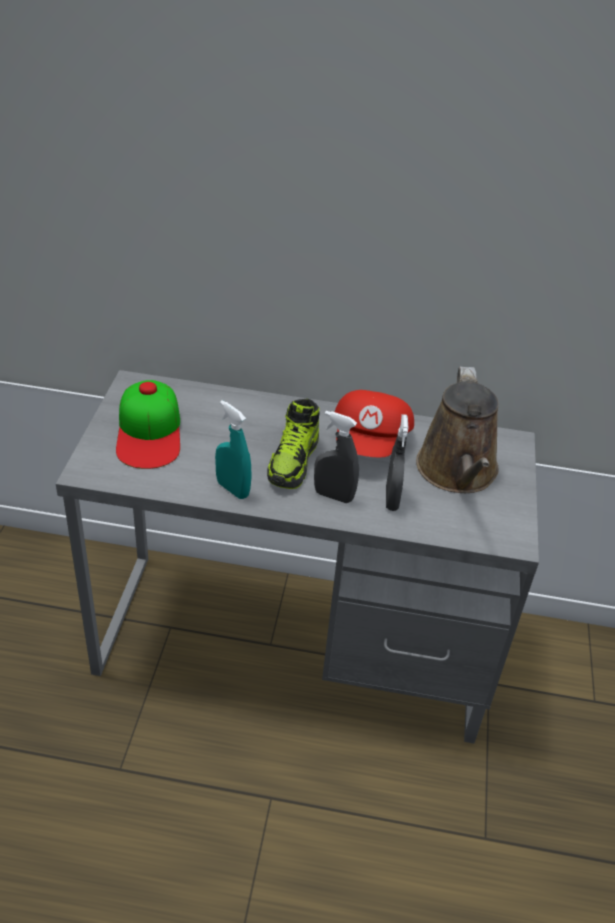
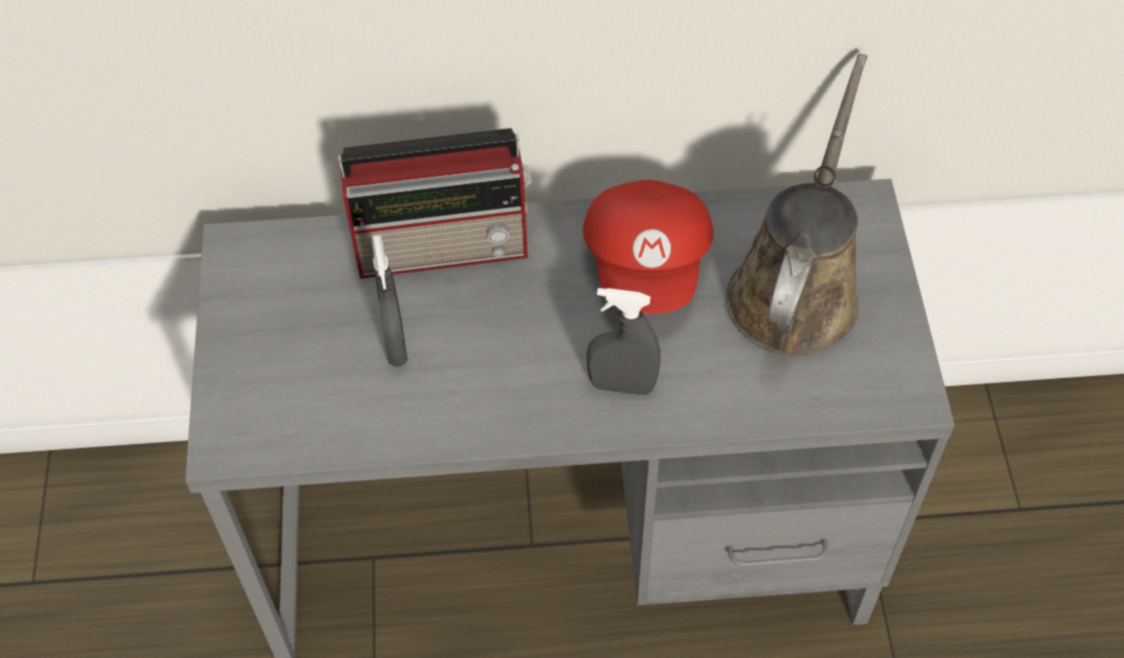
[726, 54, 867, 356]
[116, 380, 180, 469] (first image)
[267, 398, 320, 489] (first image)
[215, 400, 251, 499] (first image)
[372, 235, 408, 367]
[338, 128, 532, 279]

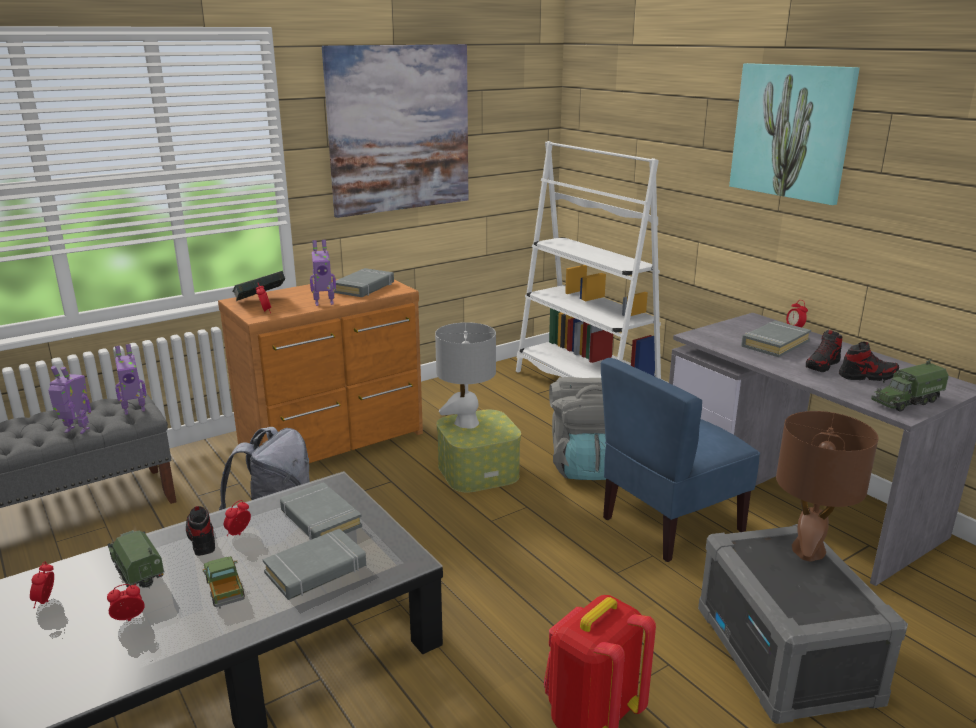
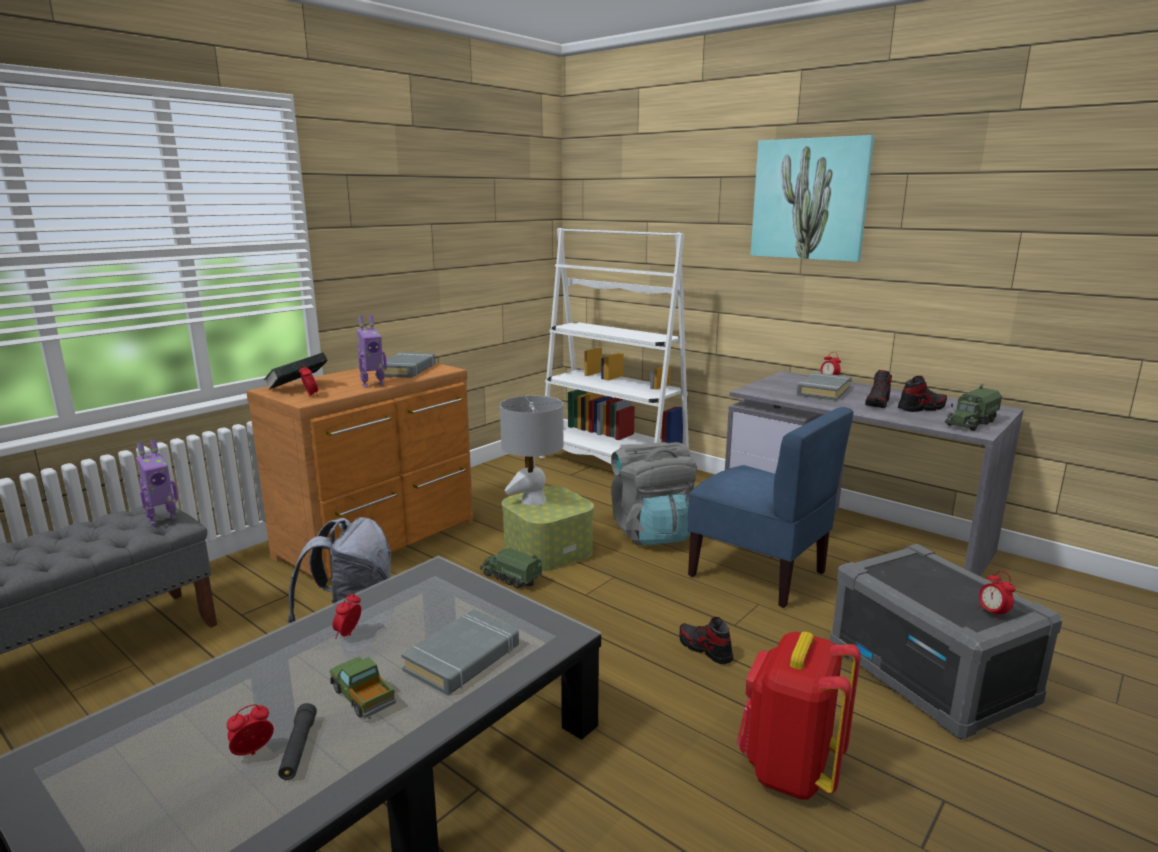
[322, 44, 468, 218] (first image)
[688, 407, 854, 608]
[48, 366, 91, 434] (first image)
[776, 411, 878, 561] (first image)
[280, 482, 362, 540] (first image)
[680, 617, 733, 664]
[480, 548, 542, 589]
[978, 571, 1015, 619]
[278, 703, 317, 780]

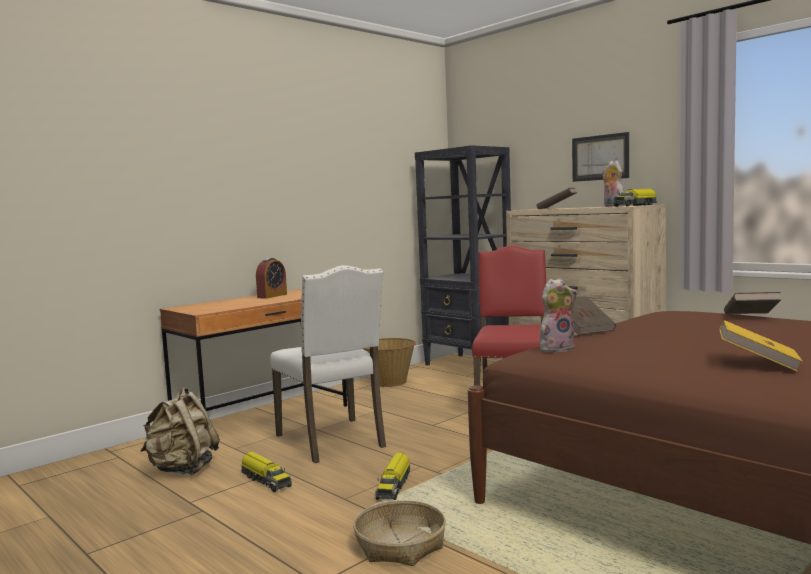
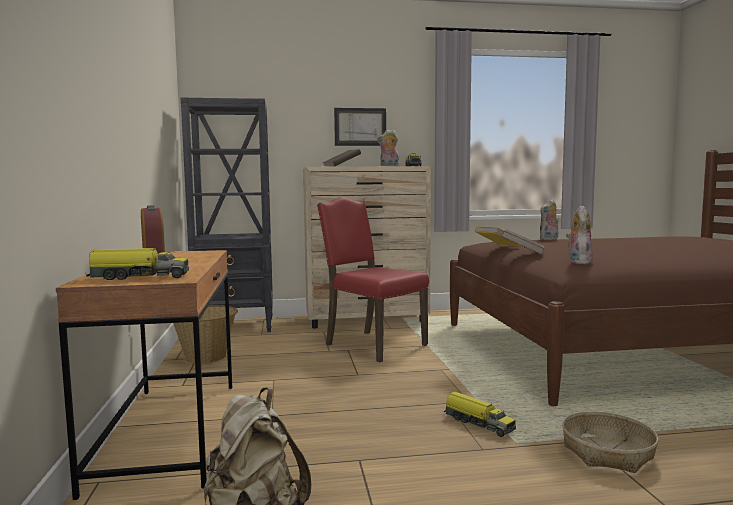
[270, 265, 386, 463] (first image)
[540, 199, 559, 240]
[475, 226, 521, 247]
[86, 248, 189, 280]

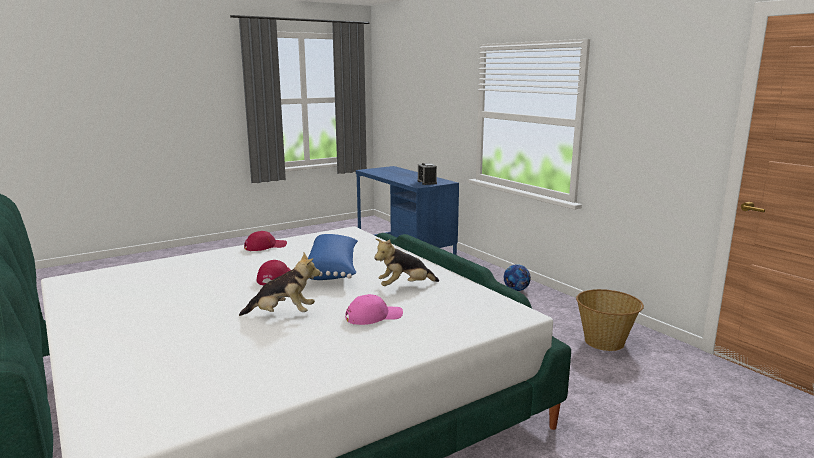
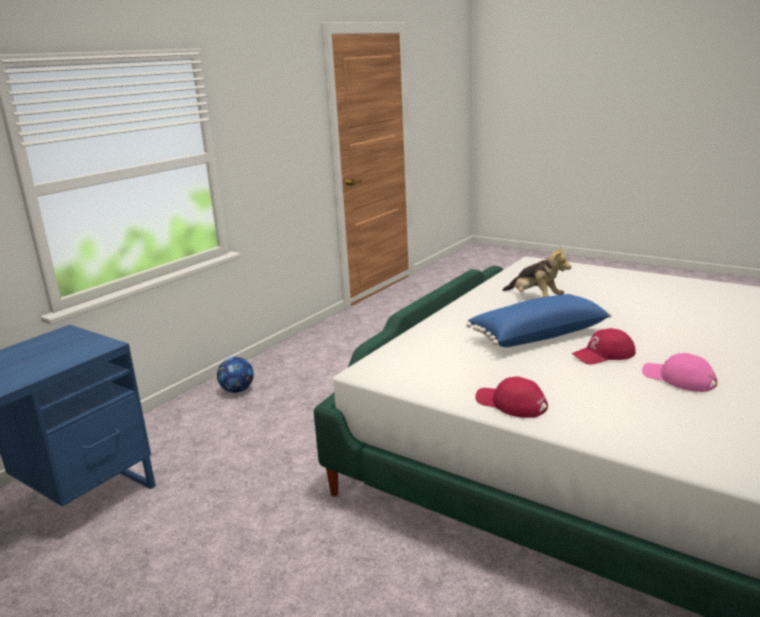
[417, 163, 437, 185] (first image)
[239, 253, 321, 316] (first image)
[576, 289, 644, 351] (first image)
[642, 353, 717, 392]

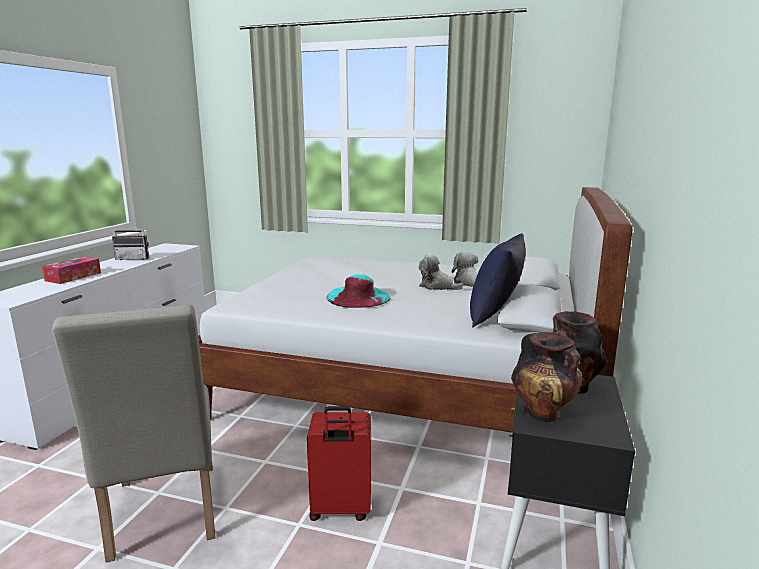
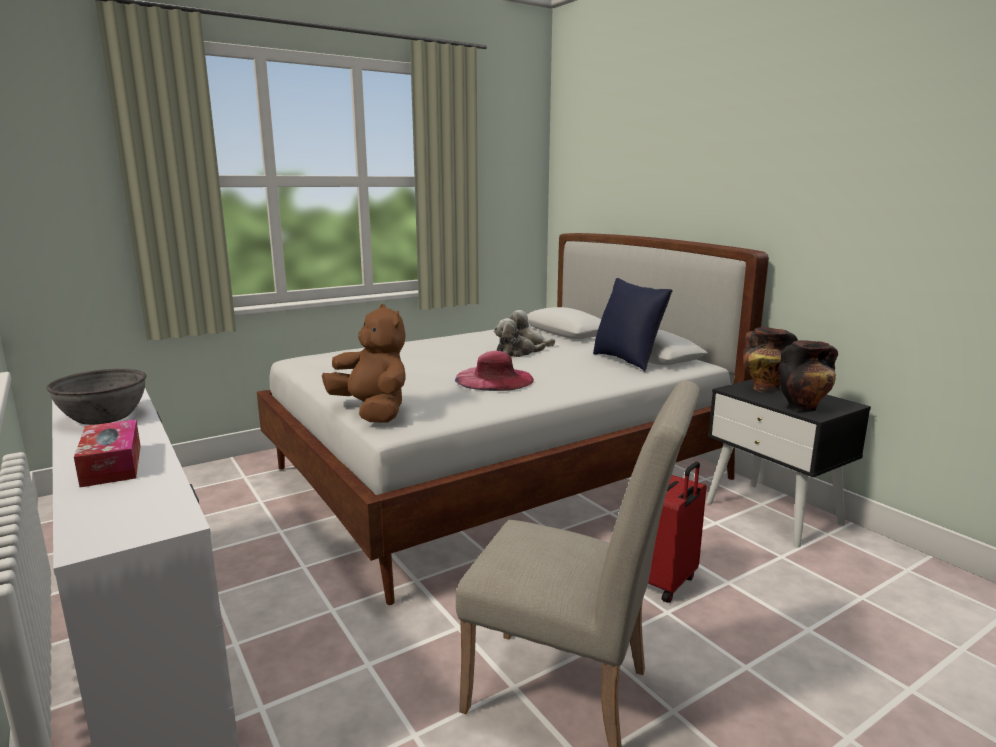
[46, 369, 146, 425]
[455, 351, 534, 391]
[322, 304, 406, 423]

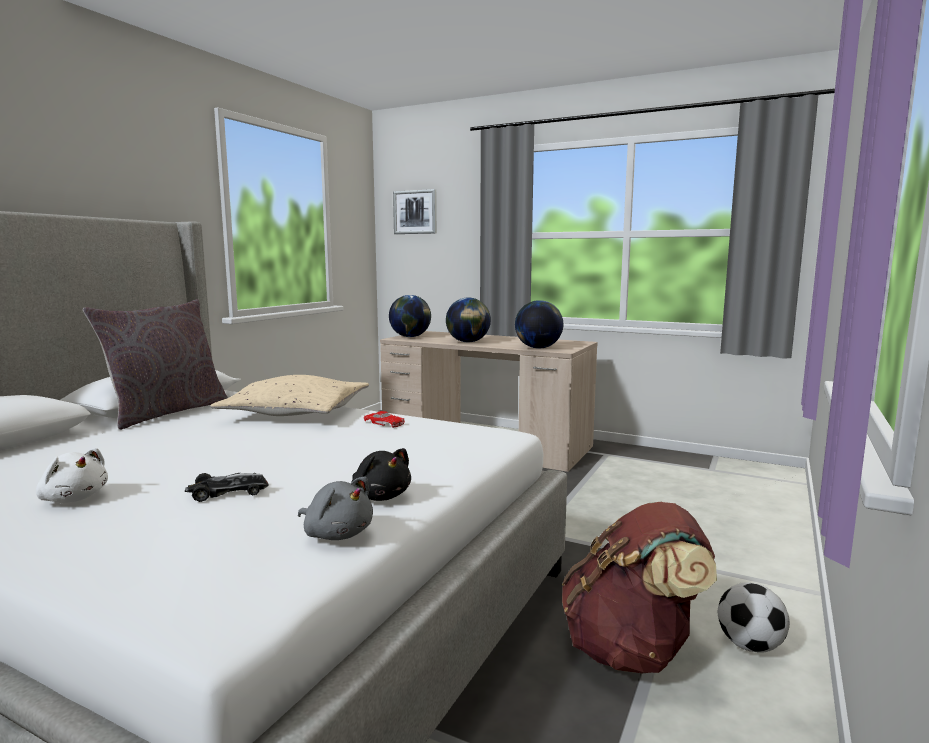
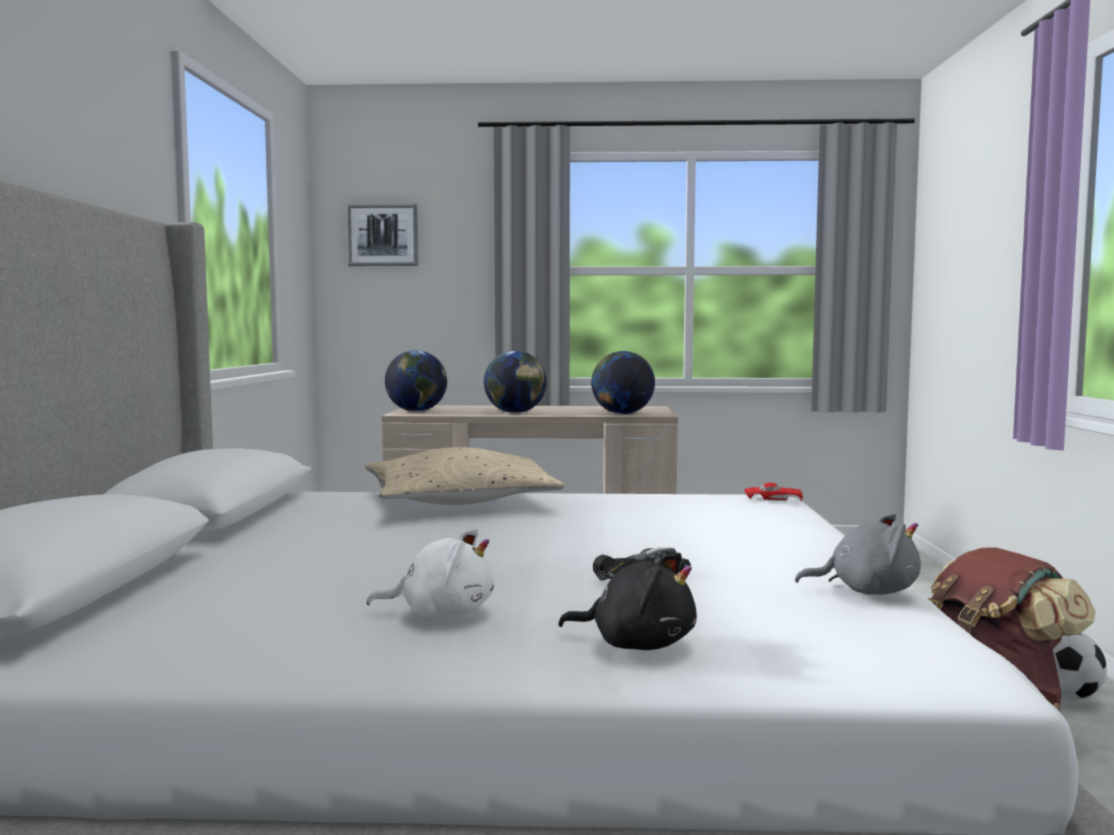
[83, 299, 228, 430] (first image)
[744, 483, 804, 501]
[558, 553, 697, 650]

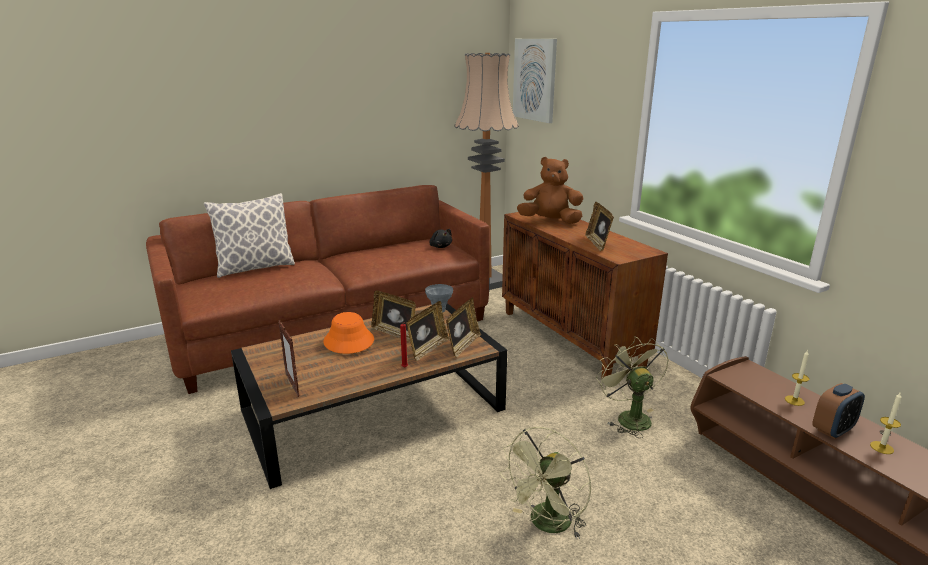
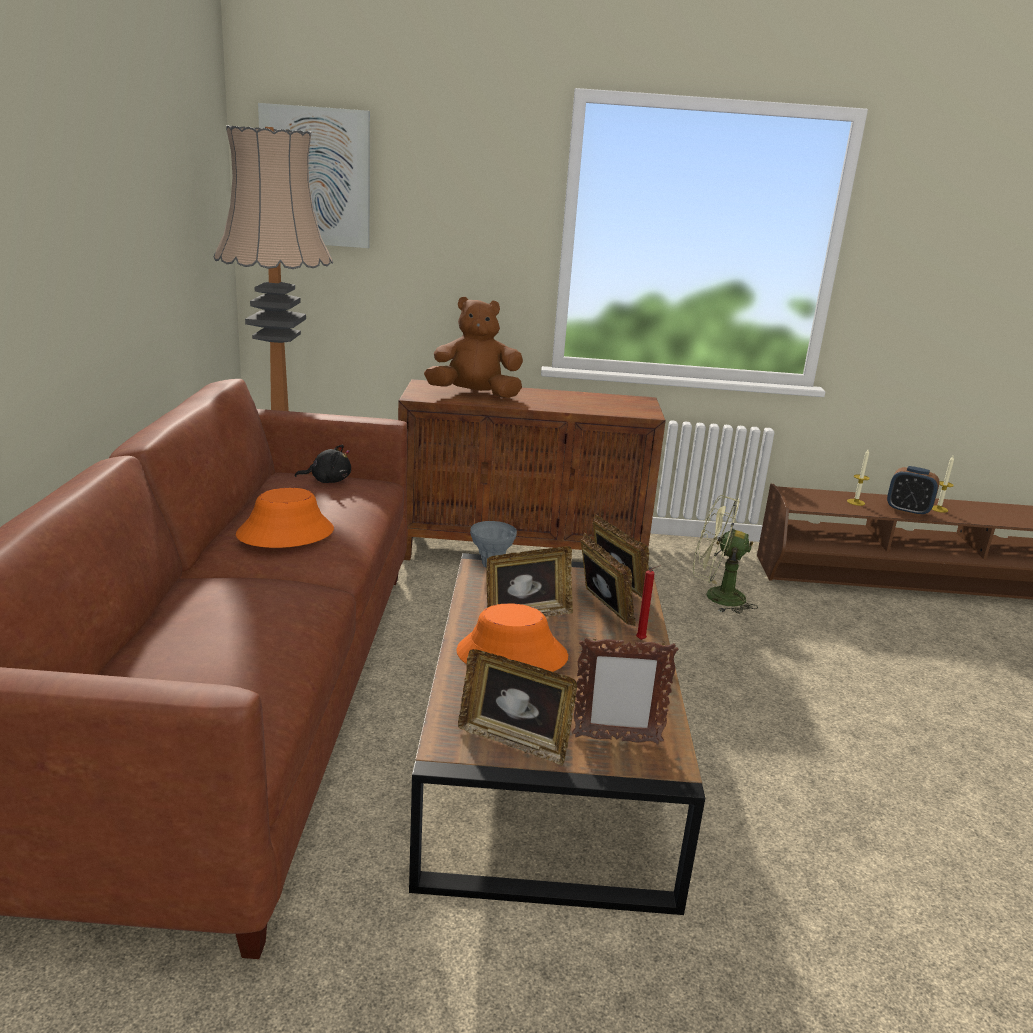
[424, 296, 523, 398]
[204, 193, 295, 278] (first image)
[458, 649, 577, 766]
[887, 466, 939, 517]
[500, 427, 591, 539] (first image)
[236, 488, 334, 548]

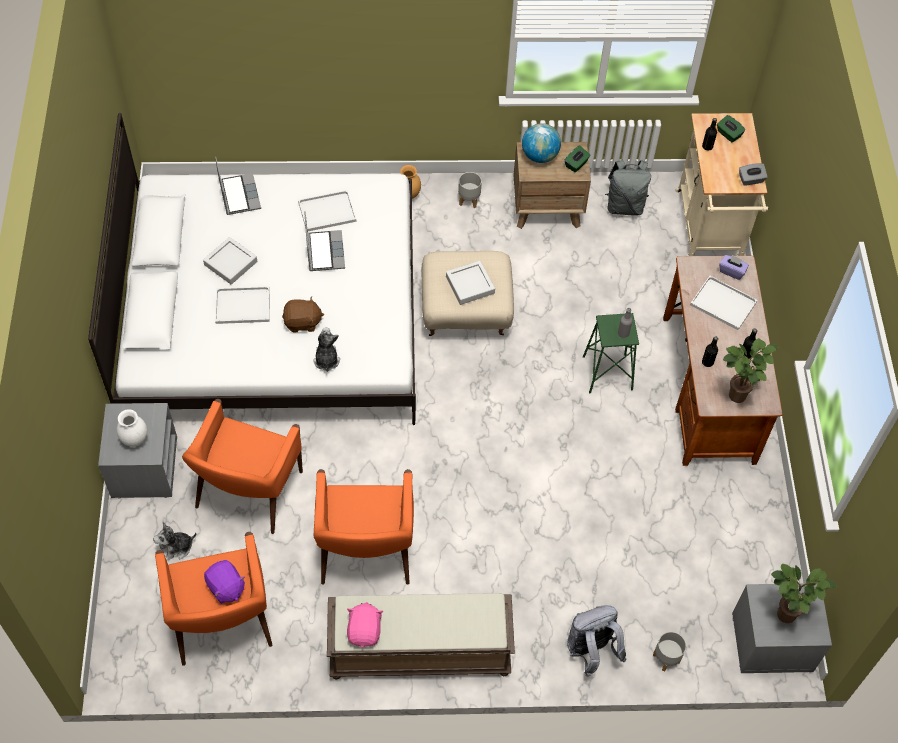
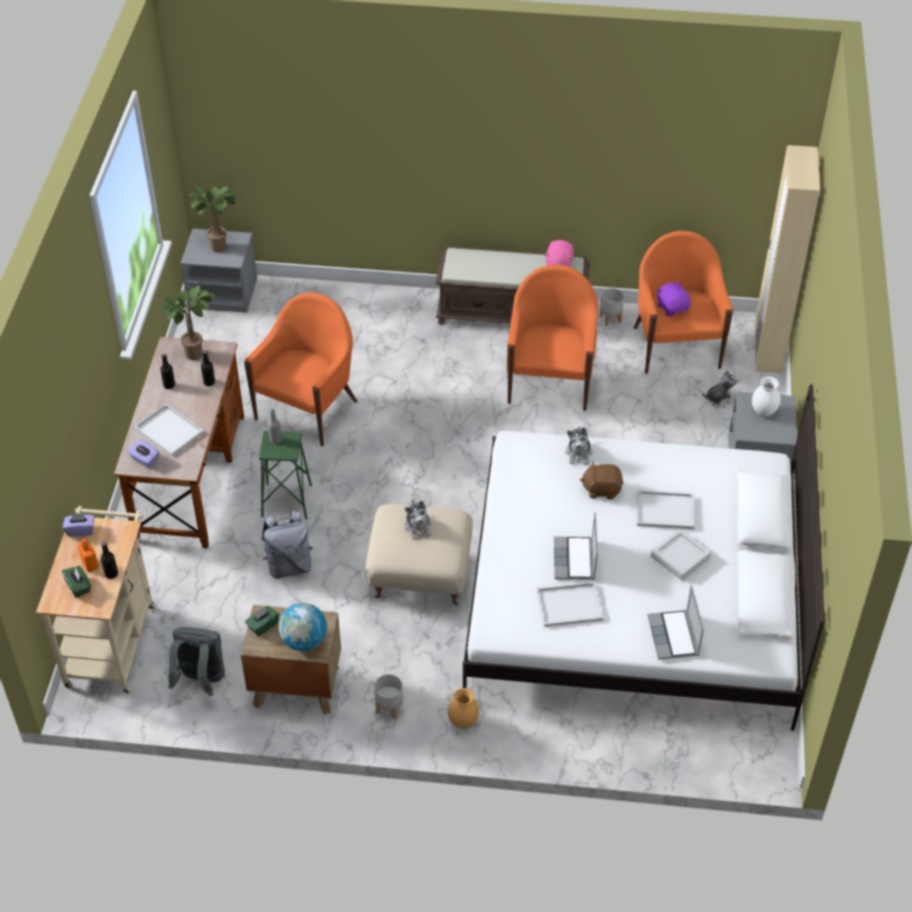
[63, 513, 94, 537]
[404, 499, 432, 540]
[244, 292, 358, 446]
[262, 511, 313, 579]
[599, 288, 624, 326]
[755, 145, 820, 373]
[78, 538, 99, 572]

